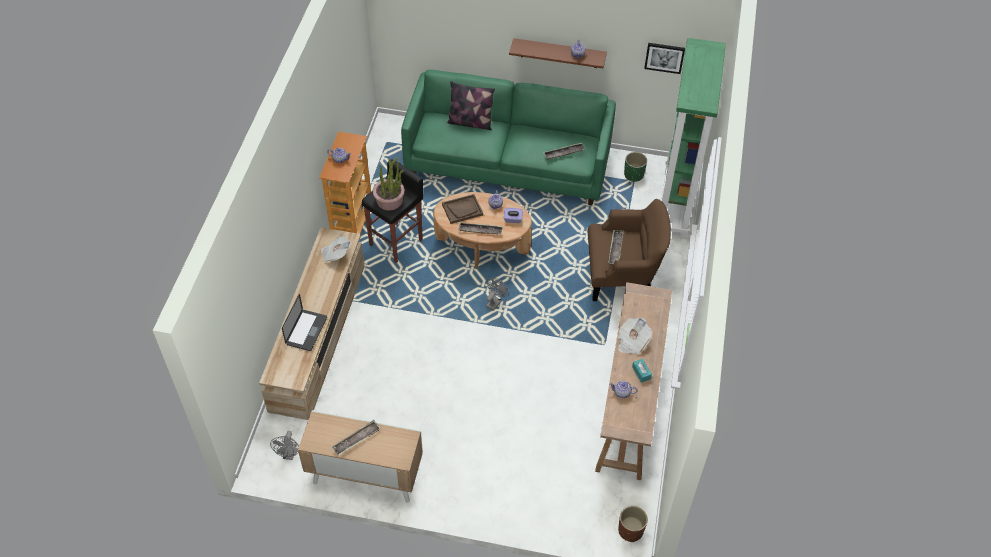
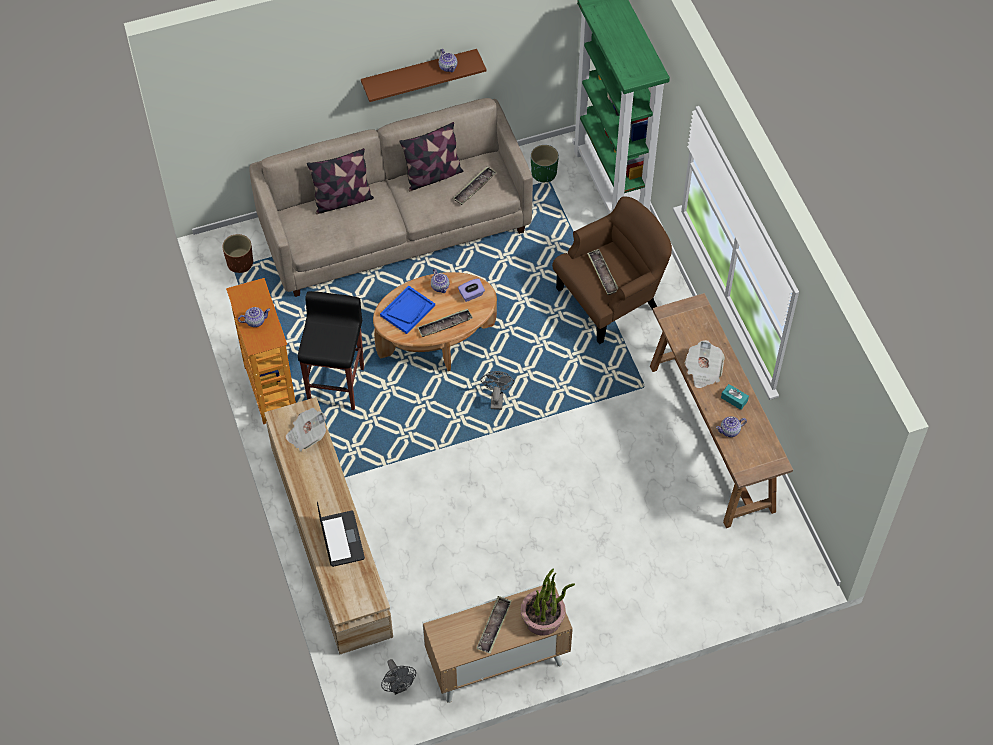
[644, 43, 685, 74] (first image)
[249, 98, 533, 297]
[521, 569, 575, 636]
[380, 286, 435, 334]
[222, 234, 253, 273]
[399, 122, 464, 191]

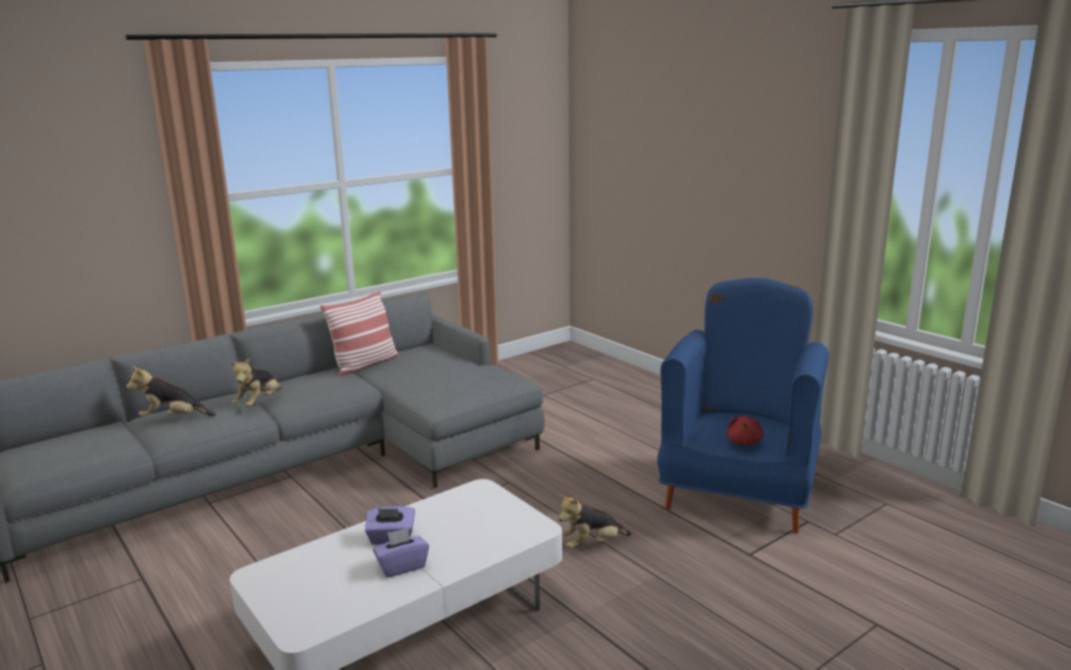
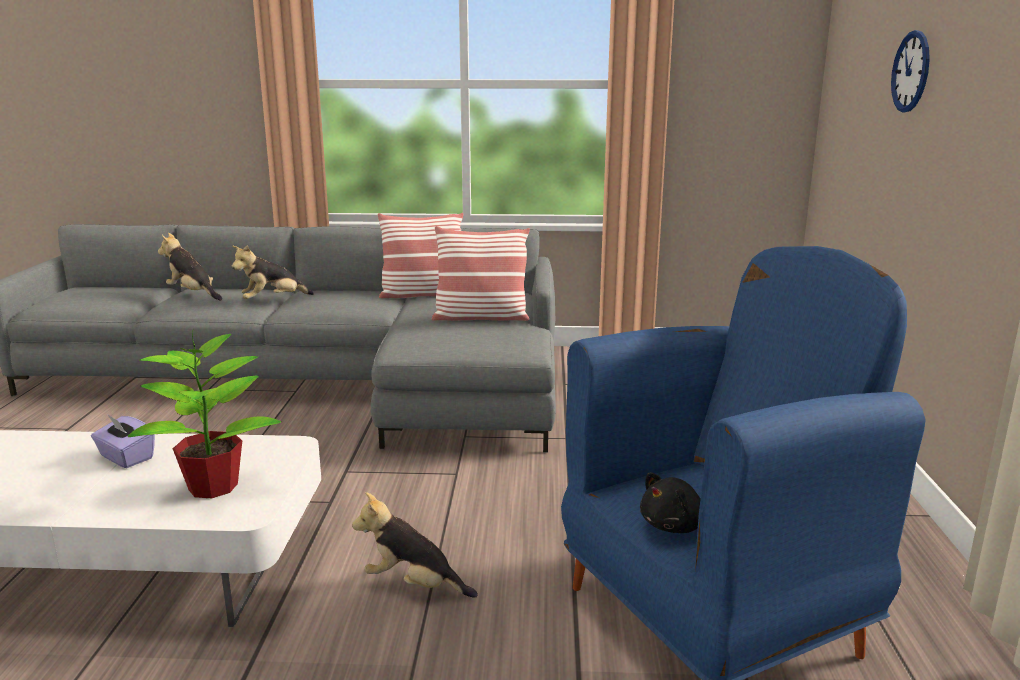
[640, 472, 701, 533]
[373, 528, 429, 577] (first image)
[891, 30, 930, 112]
[432, 226, 530, 321]
[128, 328, 281, 498]

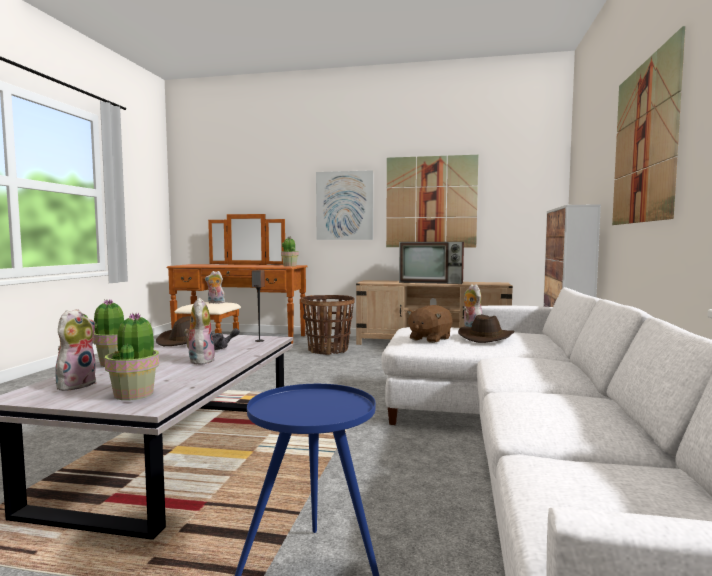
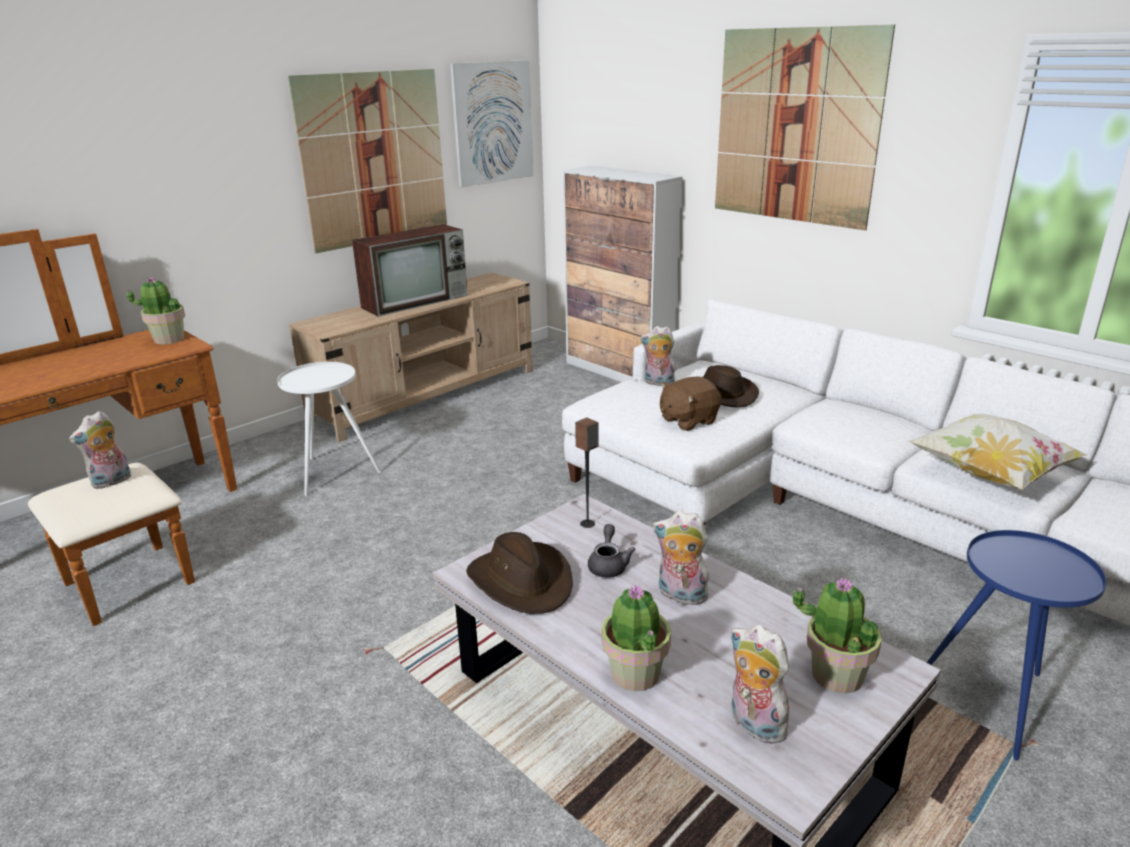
[450, 60, 533, 187]
[277, 362, 381, 496]
[660, 376, 721, 431]
[908, 413, 1088, 490]

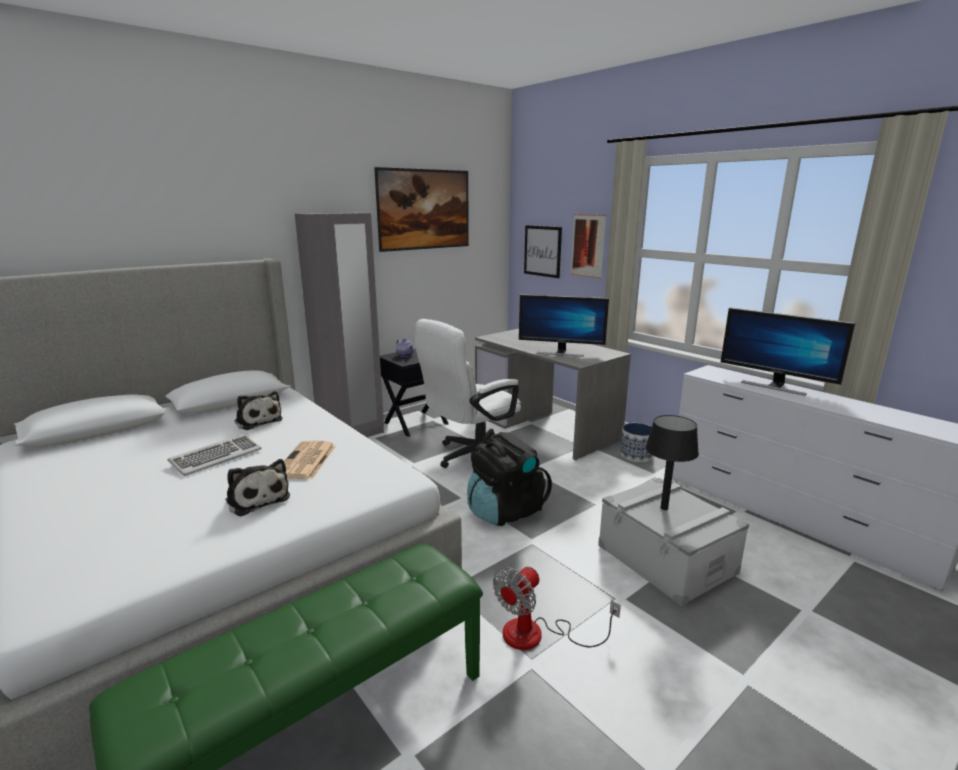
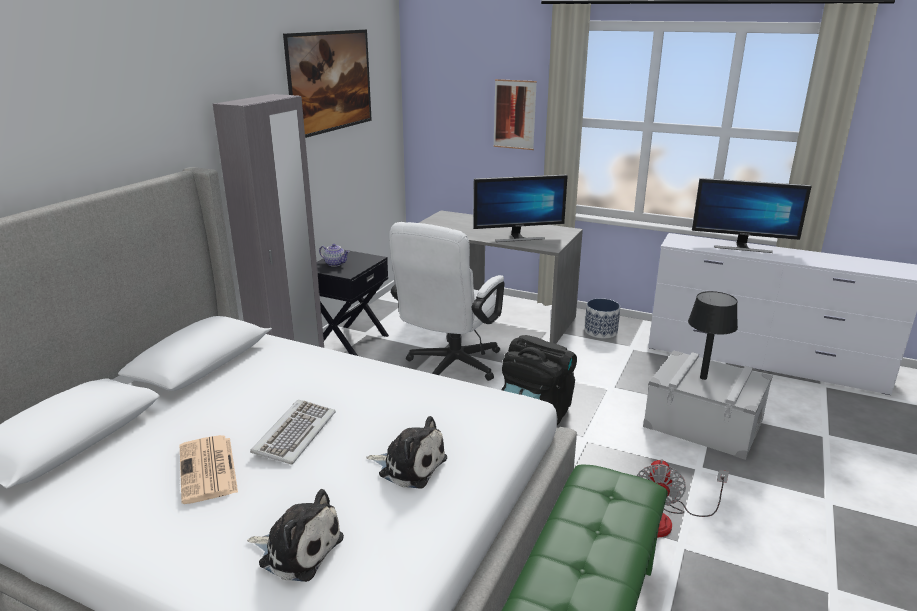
[524, 225, 562, 278] (first image)
[247, 489, 344, 582]
[180, 435, 238, 504]

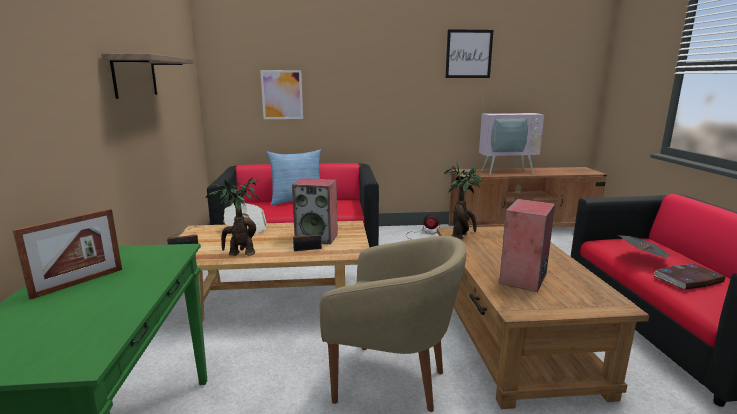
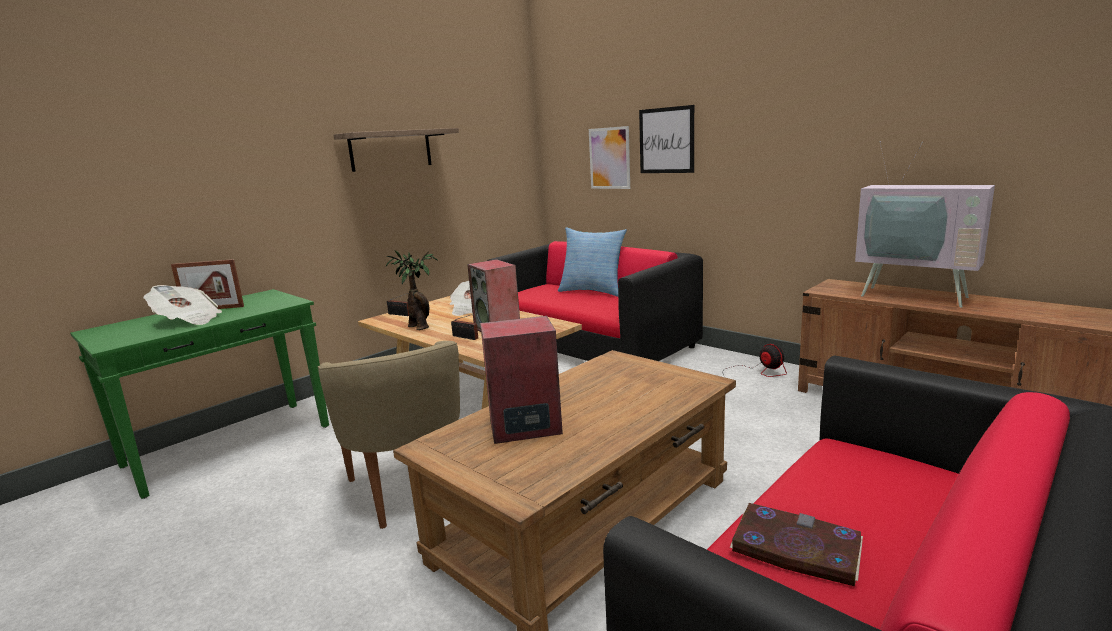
[639, 105, 694, 173]
[444, 162, 483, 239] (first image)
[144, 285, 222, 325]

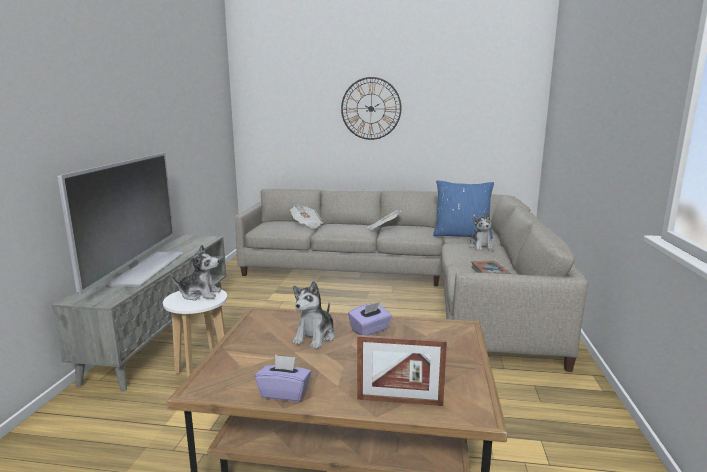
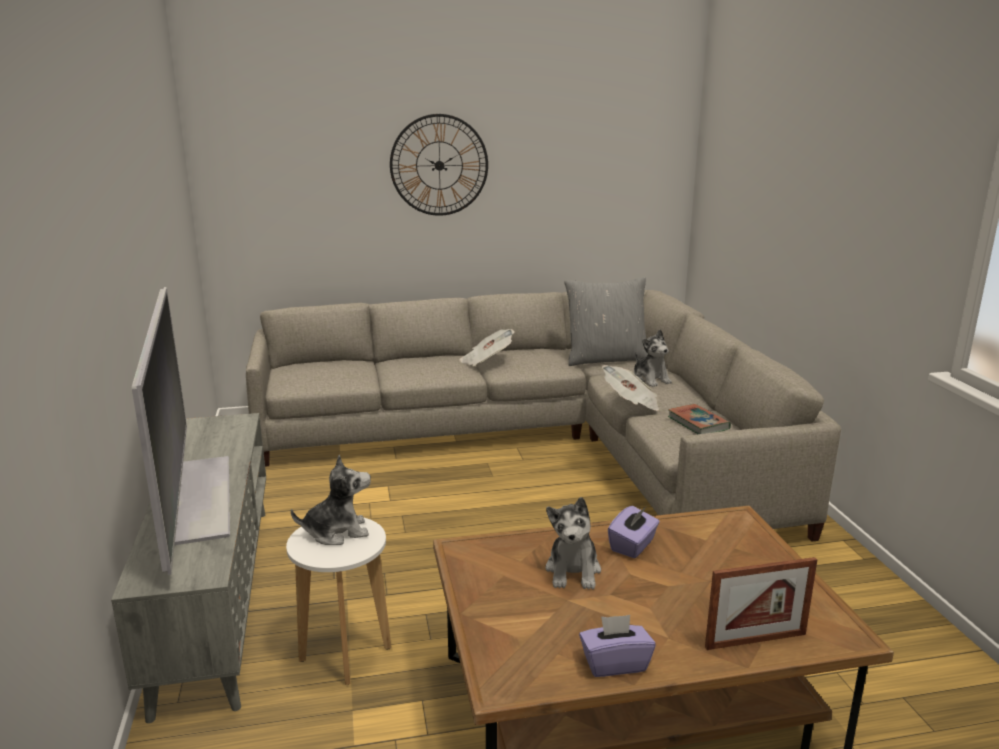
[564, 277, 648, 366]
[602, 365, 659, 411]

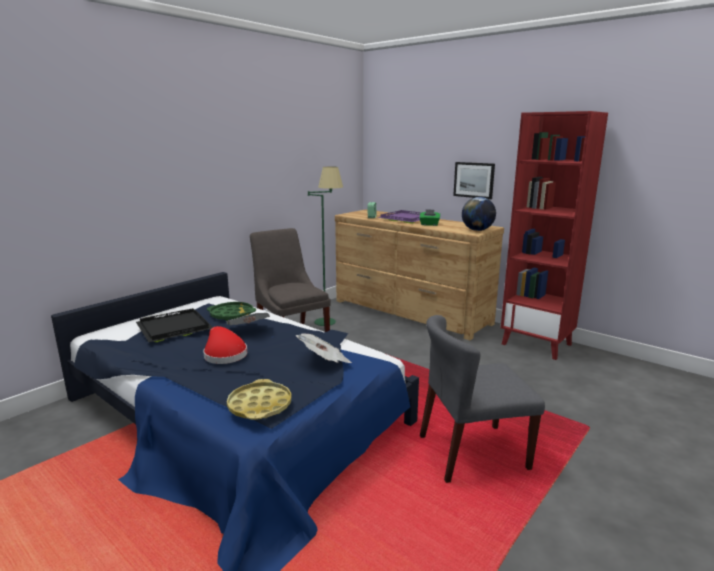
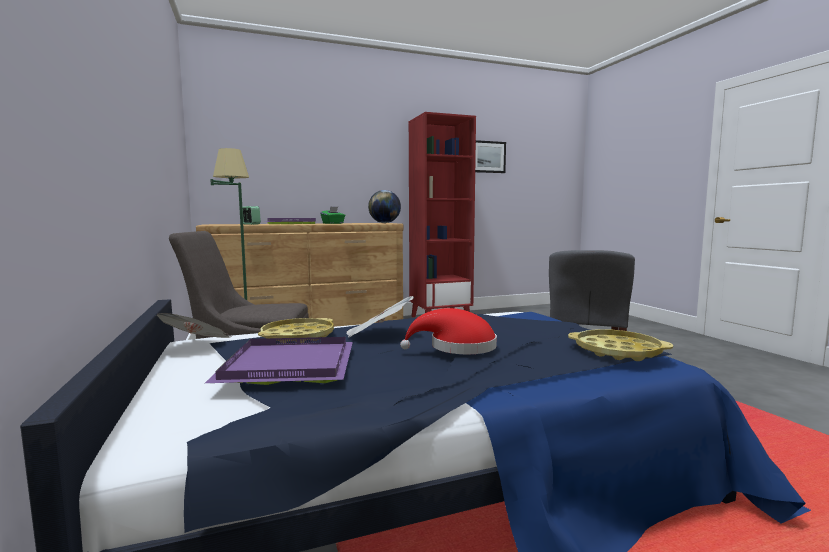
[475, 140, 506, 173]
[258, 318, 334, 343]
[205, 337, 353, 385]
[156, 313, 231, 338]

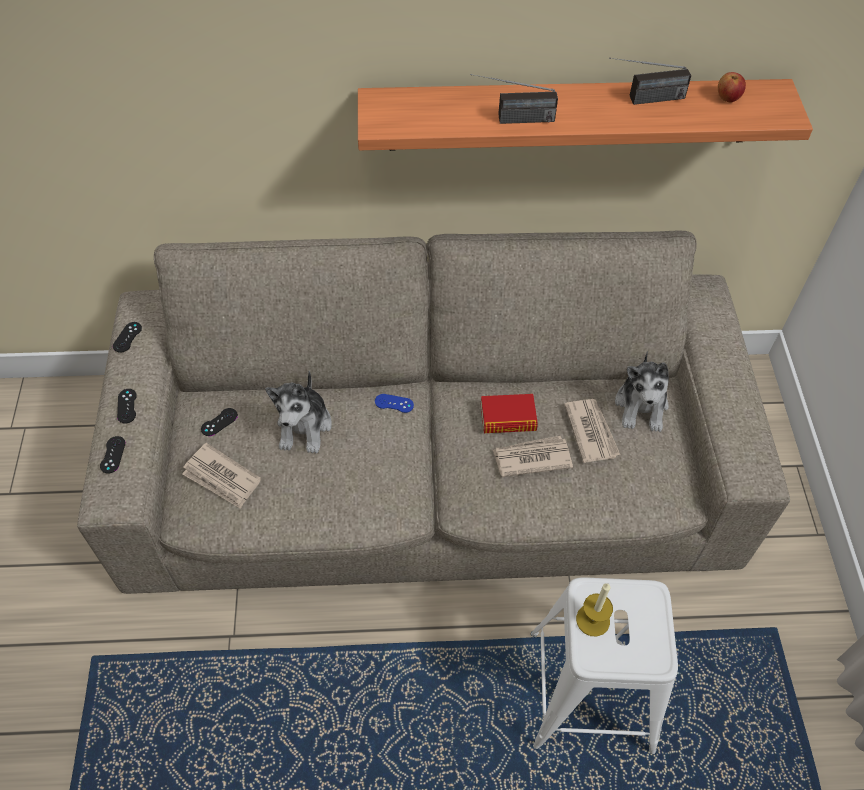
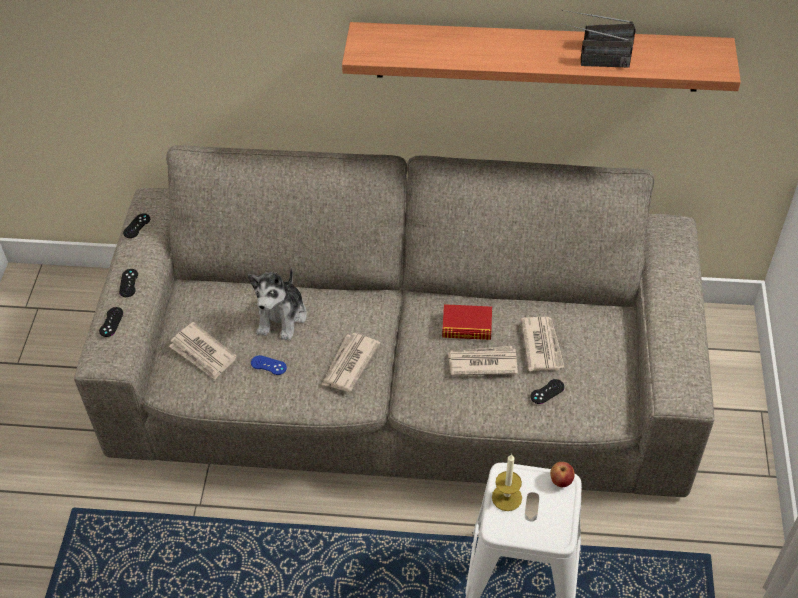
[550, 462, 575, 487]
[558, 22, 633, 68]
[615, 351, 669, 432] (first image)
[251, 355, 287, 375]
[530, 379, 565, 404]
[322, 333, 380, 392]

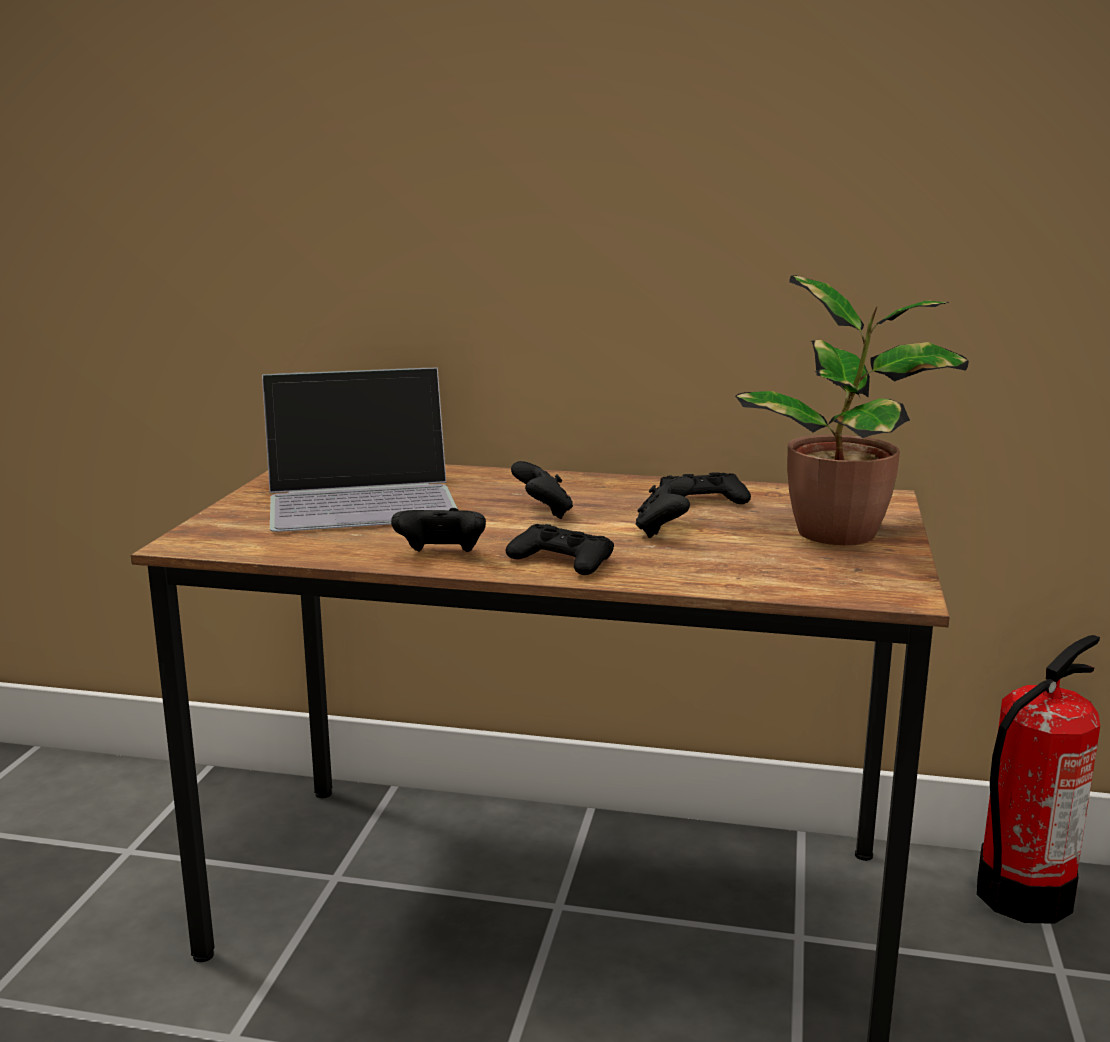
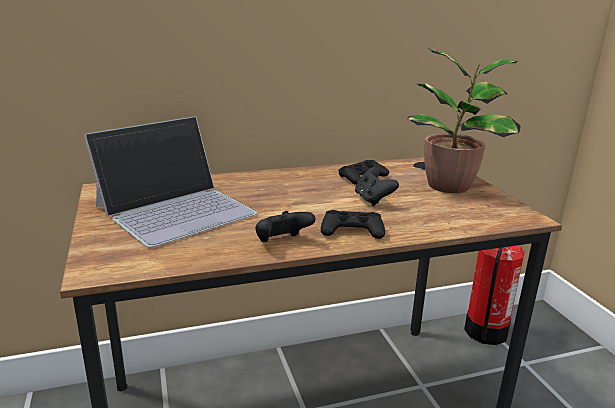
[511, 461, 573, 519] (first image)

